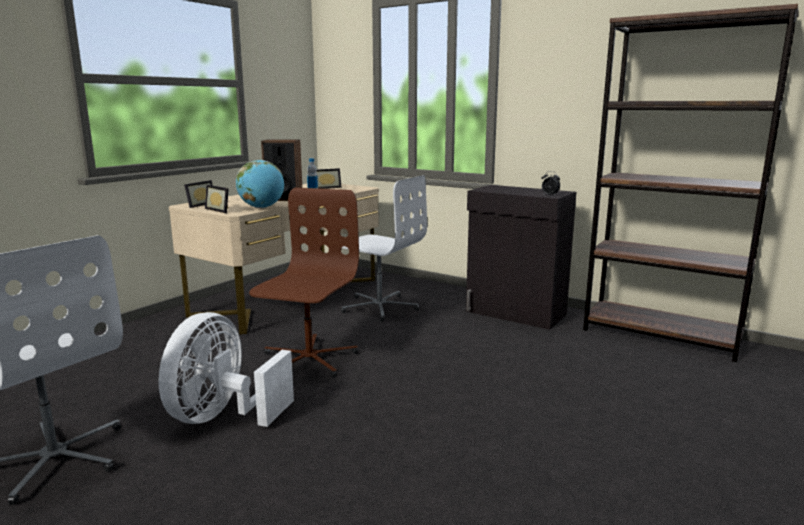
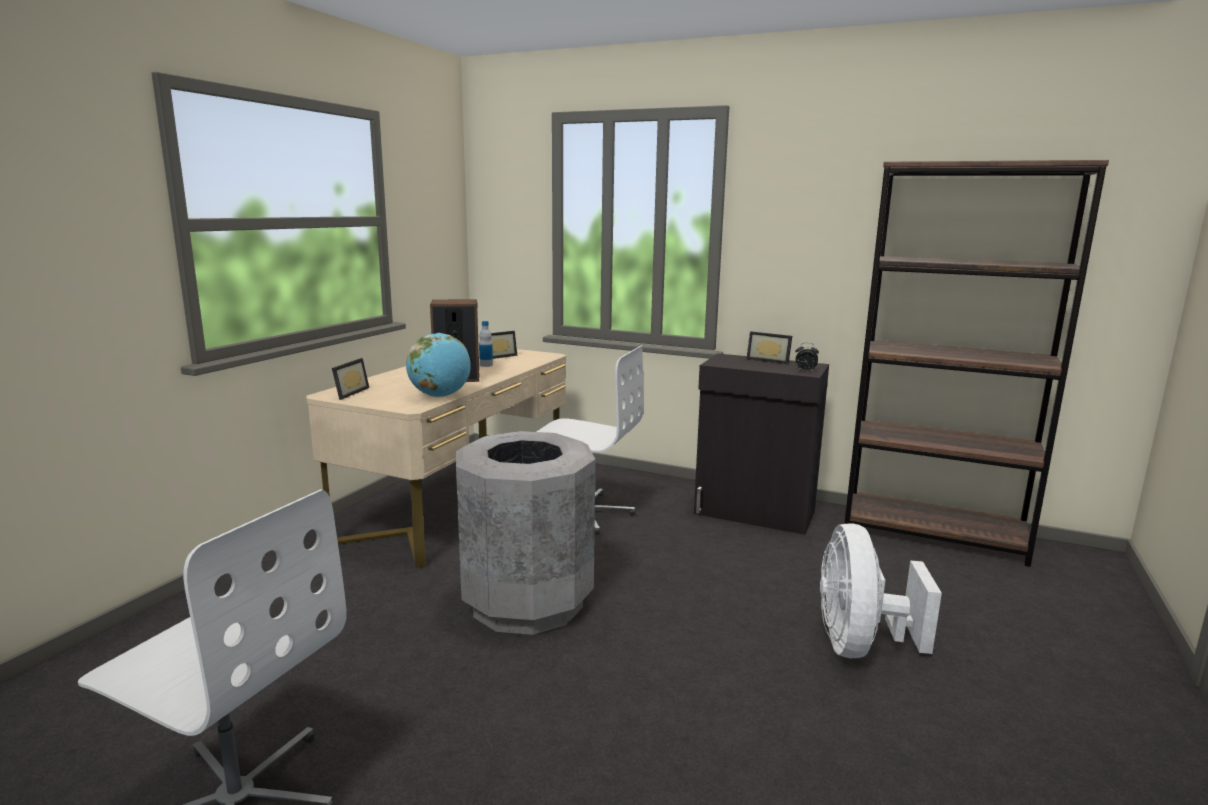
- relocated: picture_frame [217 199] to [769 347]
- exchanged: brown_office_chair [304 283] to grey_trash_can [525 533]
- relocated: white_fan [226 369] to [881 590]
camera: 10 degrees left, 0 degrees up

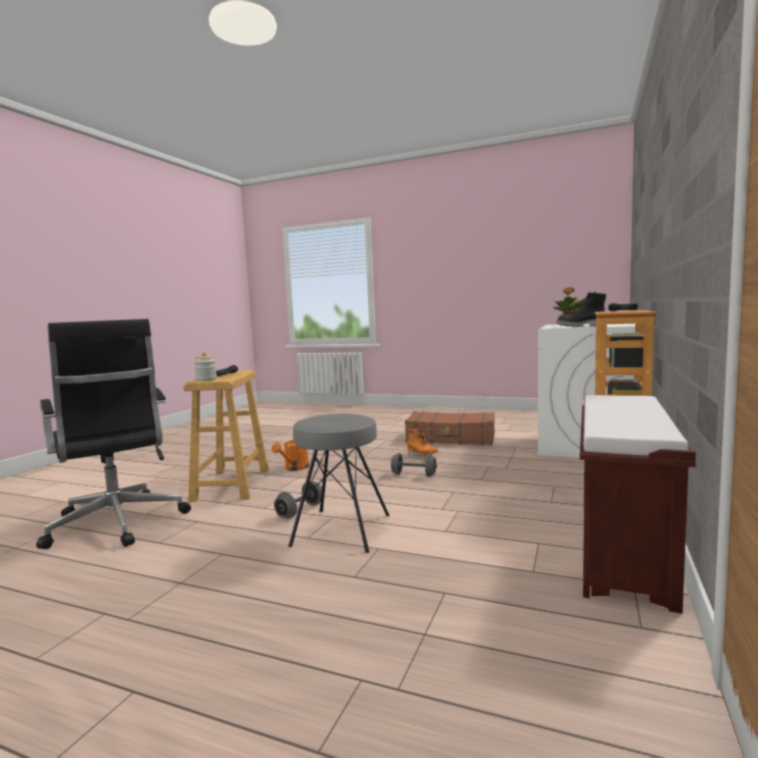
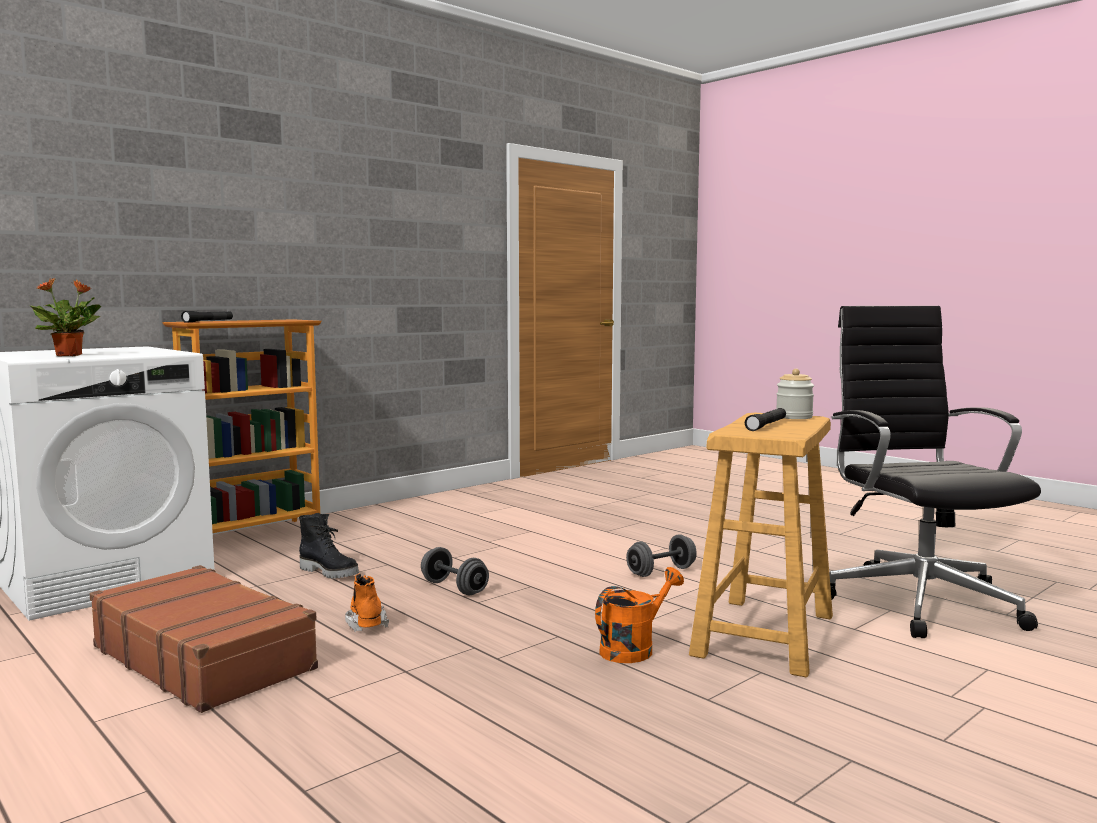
- relocated: black_boot [581 309] to [329 546]
- missing: brown_bench [638 504]
- missing: grey_stool [339 483]
camera: 155 degrees left, 0 degrees up

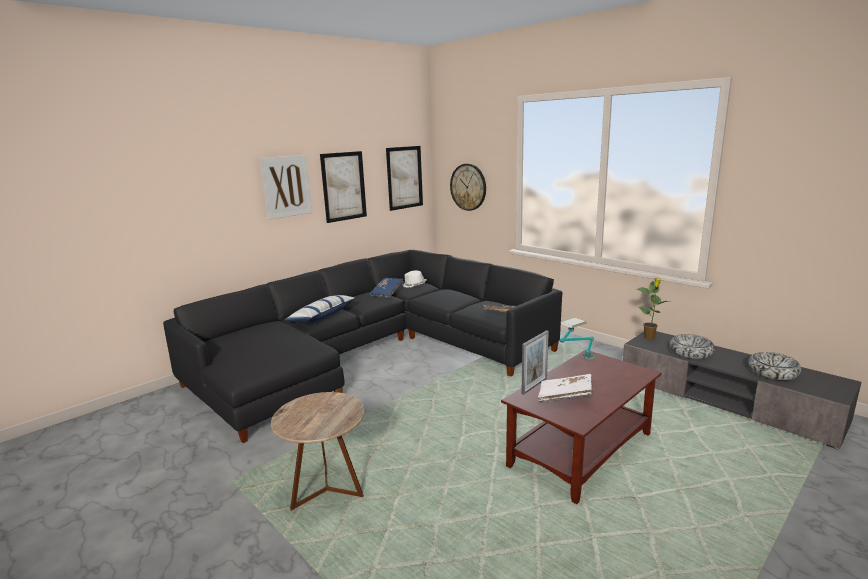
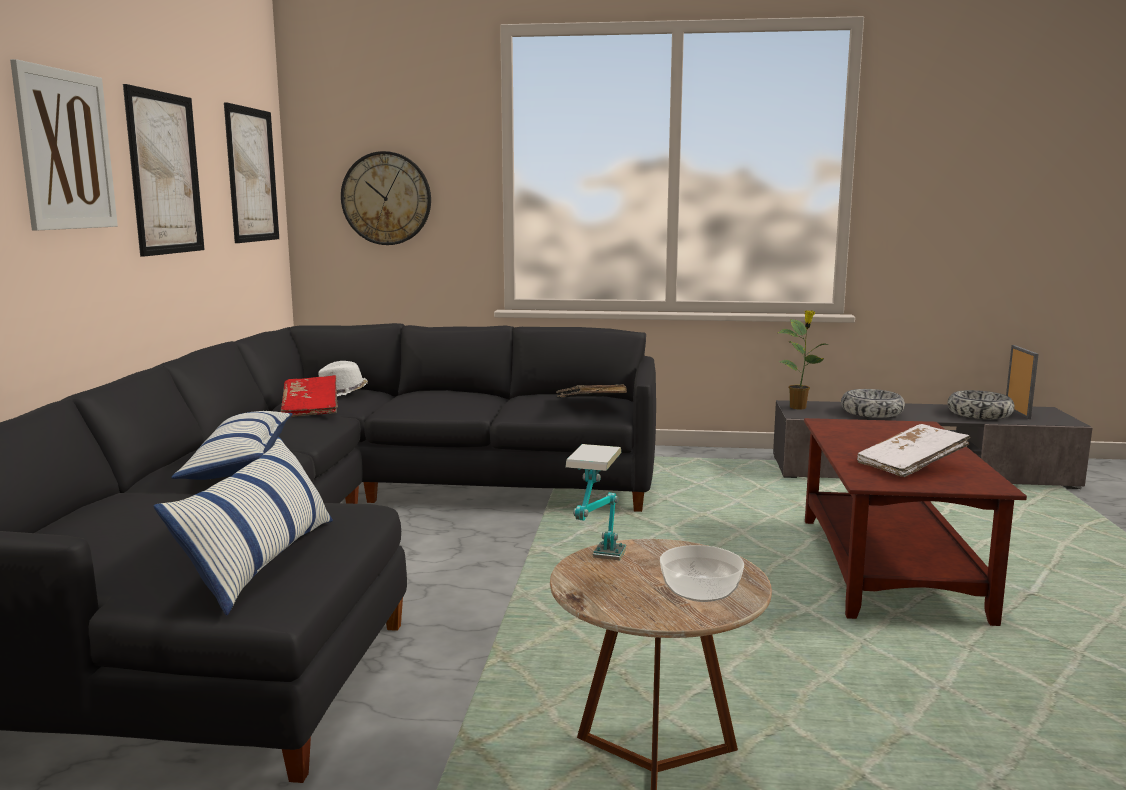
- colour: blue_book [386 288] to red_book [309 396]
- relocated: table_lamp [578 339] to [595 502]
- relocated: picture_frame [535 362] to [1022 382]
- appeared: pillow [243 526]
- appeared: bowl [702 573]
camera: 40 degrees left, 5 degrees down

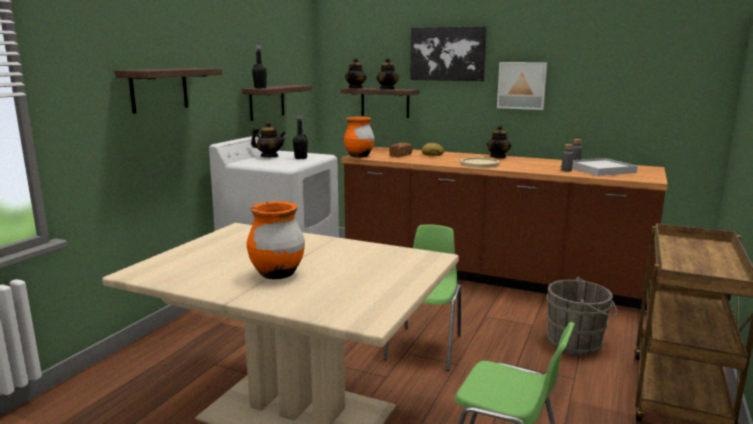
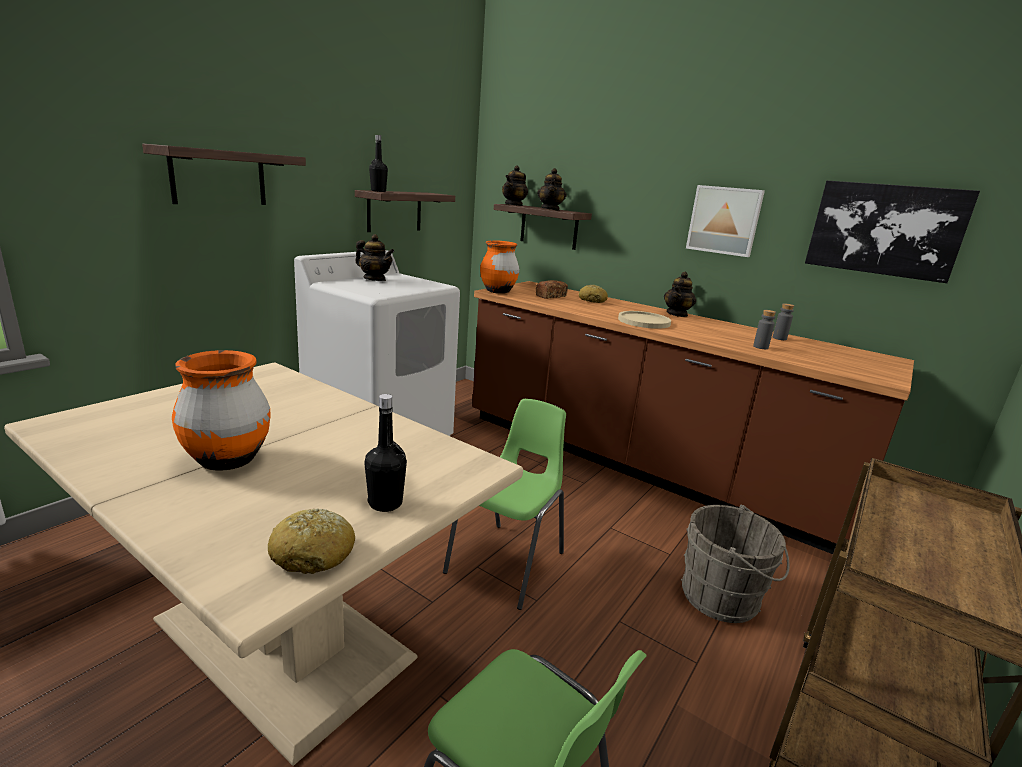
- relocated: picture [448 53] to [892 231]
- relocated: black_bottle [300 137] to [385 453]
- missing: white_tray [605 167]
- appeared: bread [311 541]
camera: 10 degrees right, 5 degrees up

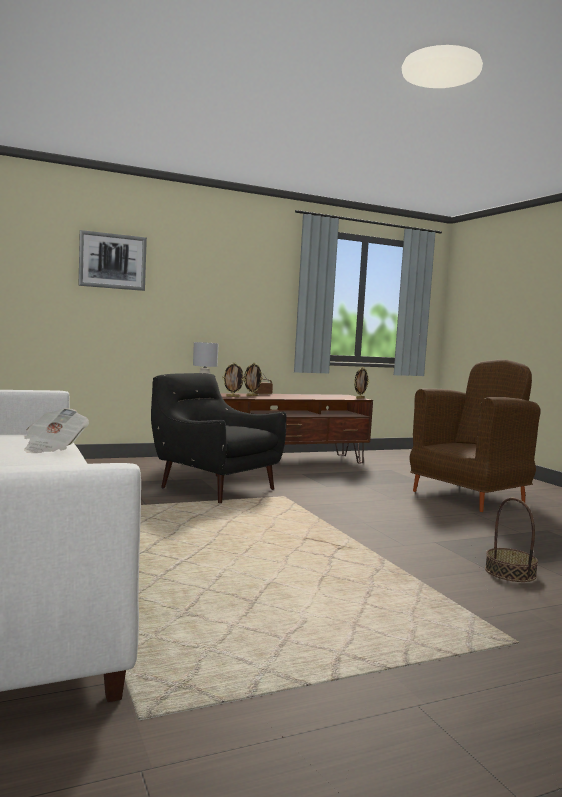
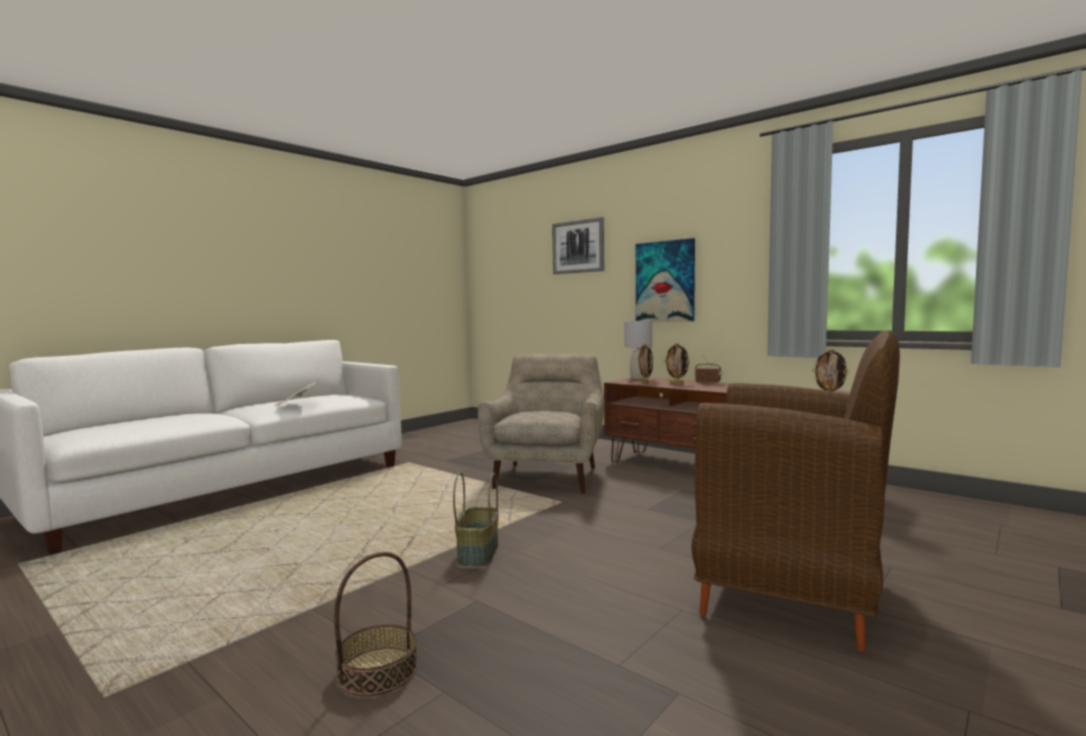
- colour: black_armchair [219 438] to beige_armchair [541 424]
- appeared: picture [665 279]
- appeared: basket [476 519]
camera: 65 degrees right, 0 degrees up

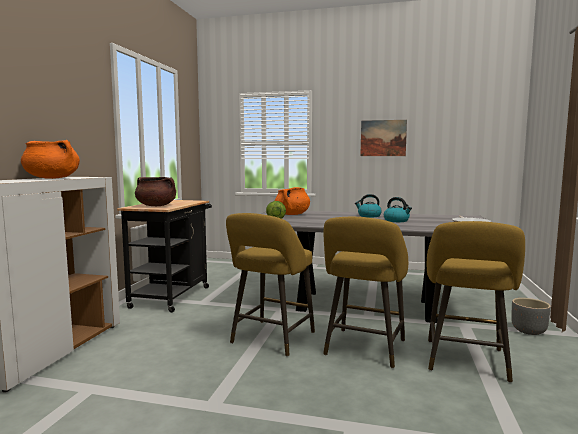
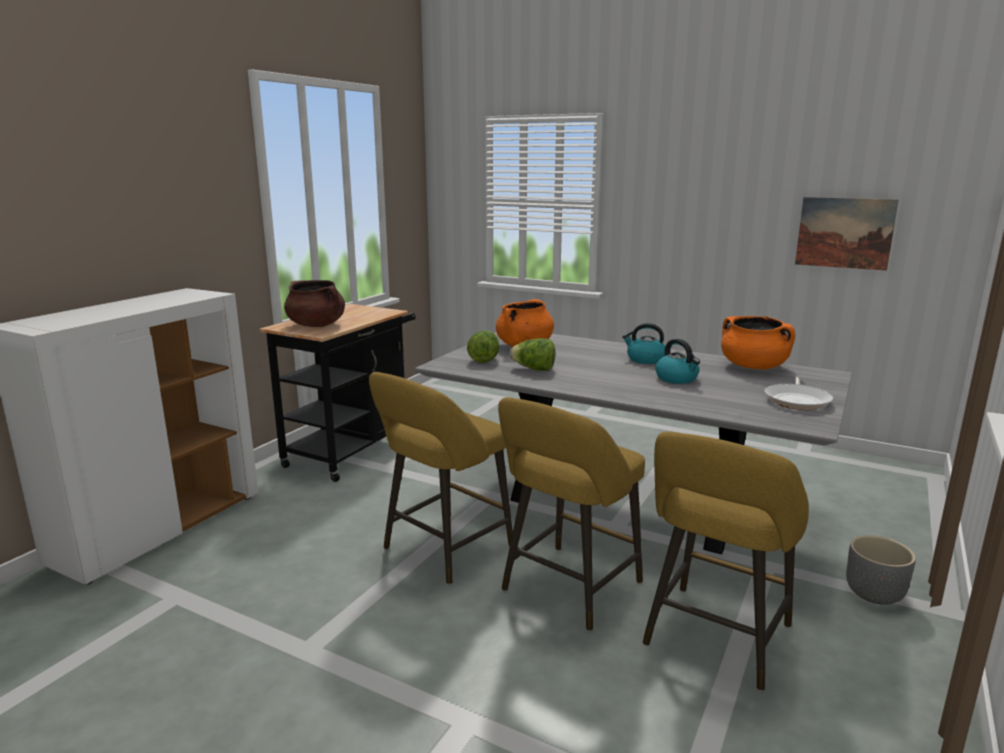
- relocated: picture [383 138] to [847 234]
- relocated: orange_cooking_pot [50 159] to [758 342]
- appeared: lettuce [533 354]
camera: 15 degrees right, 10 degrees up

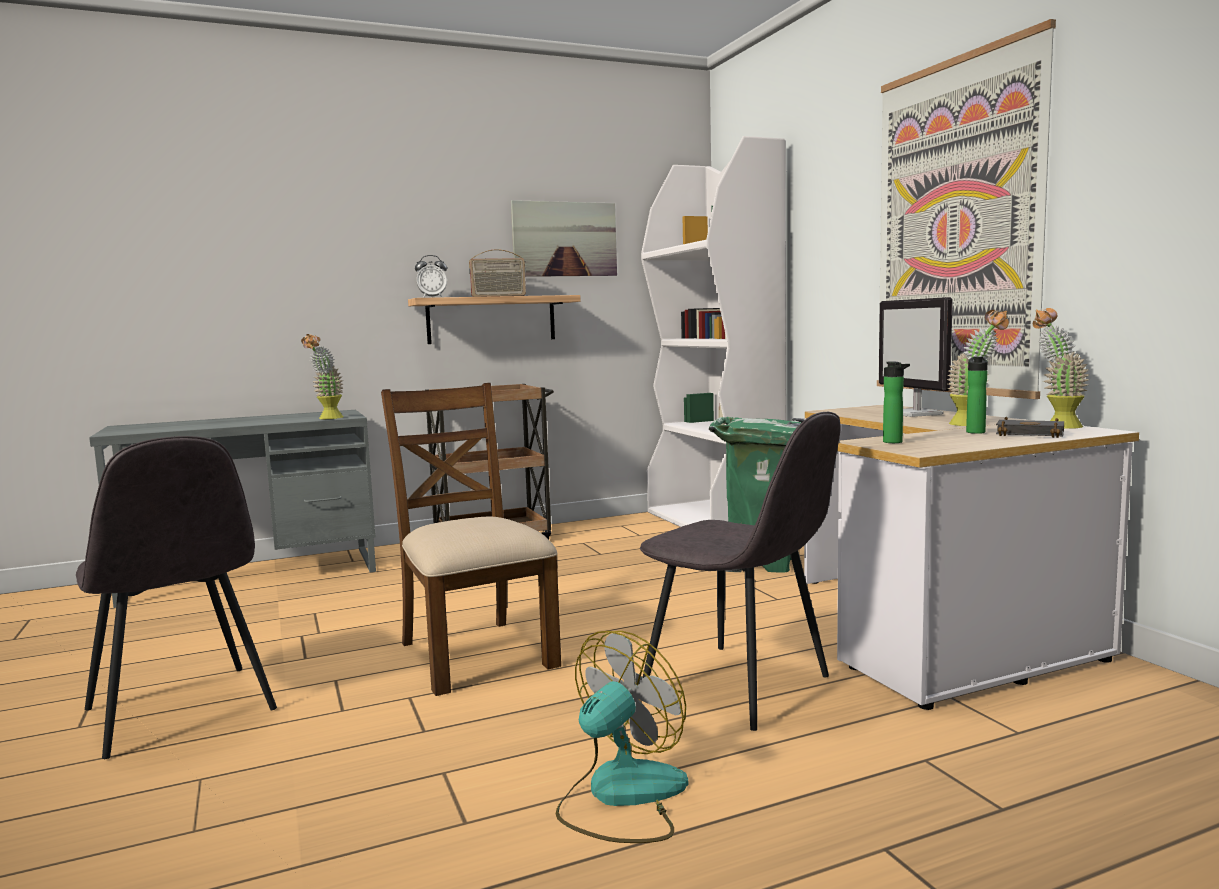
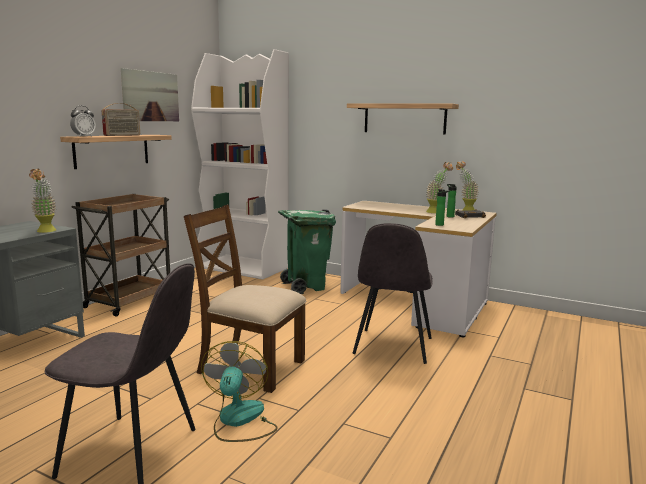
- exchanged: picture [966 209] to shelf [403 118]
- missing: monitor [916 357]
- spun: grey_chair [740 571] = [393 293] 105 degrees clockwise
- relocated: fan [622 737] to [239 391]
camera: 40 degrees left, 5 degrees up

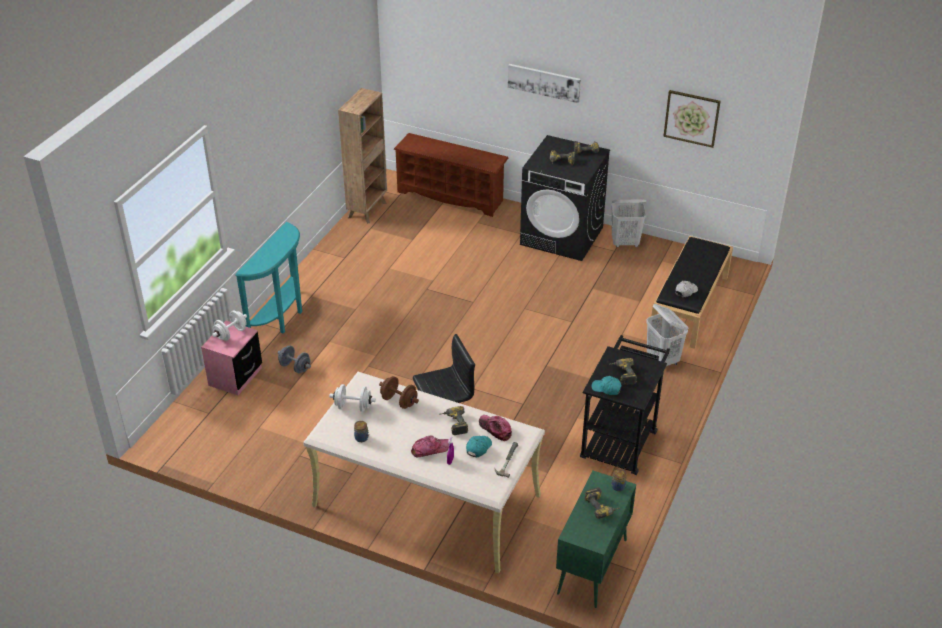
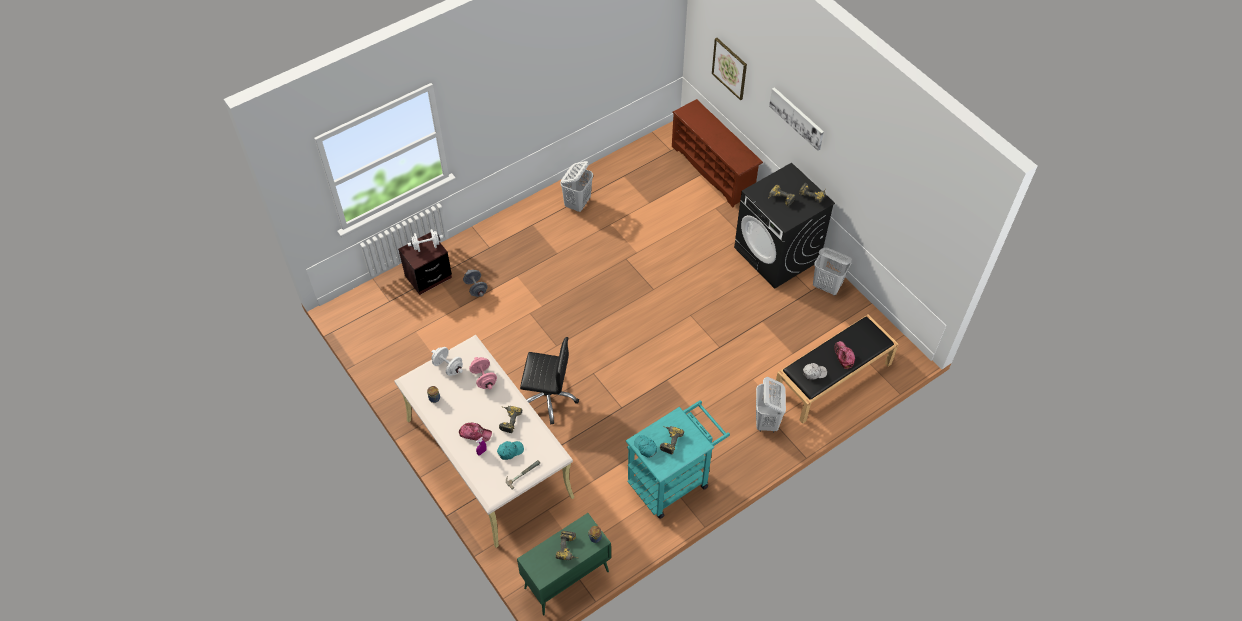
- missing: brown_bookcase [362 156]
- relocated: picture [692 119] to [729 69]
- missing: turquoise_console_table [268 278]
- colour: pink_nightstand [231 358] to brown_nightstand [425 263]
- colour: black_cart [625 405] to turquoise_cart [678 459]
- colour: brown_dumbbell [399 392] to pink_dumbbell [483 373]
- relocated: cap [495 428] to [844 355]
- appeared: white_laundry_basket [576 186]
camera: 30 degrees right, 15 degrees up

